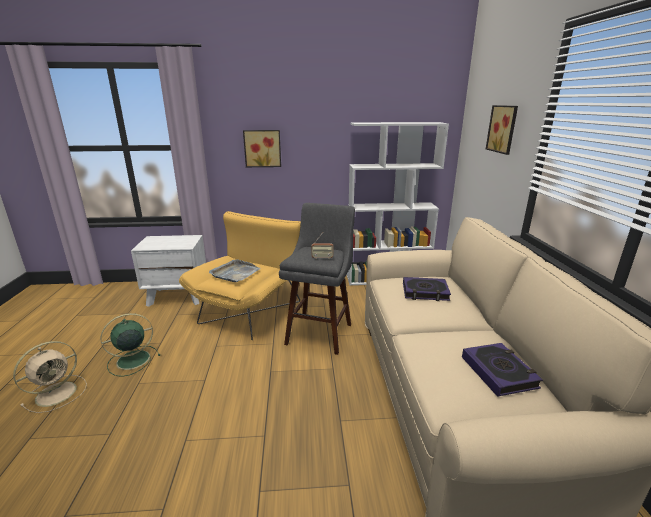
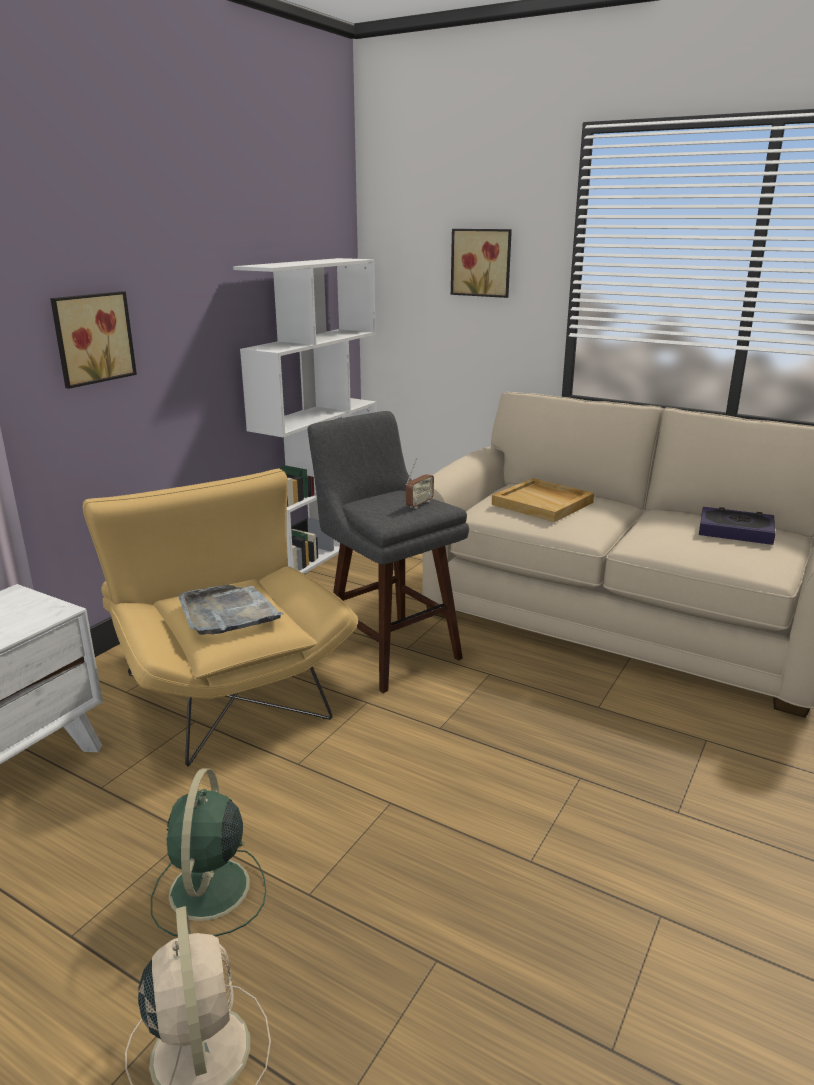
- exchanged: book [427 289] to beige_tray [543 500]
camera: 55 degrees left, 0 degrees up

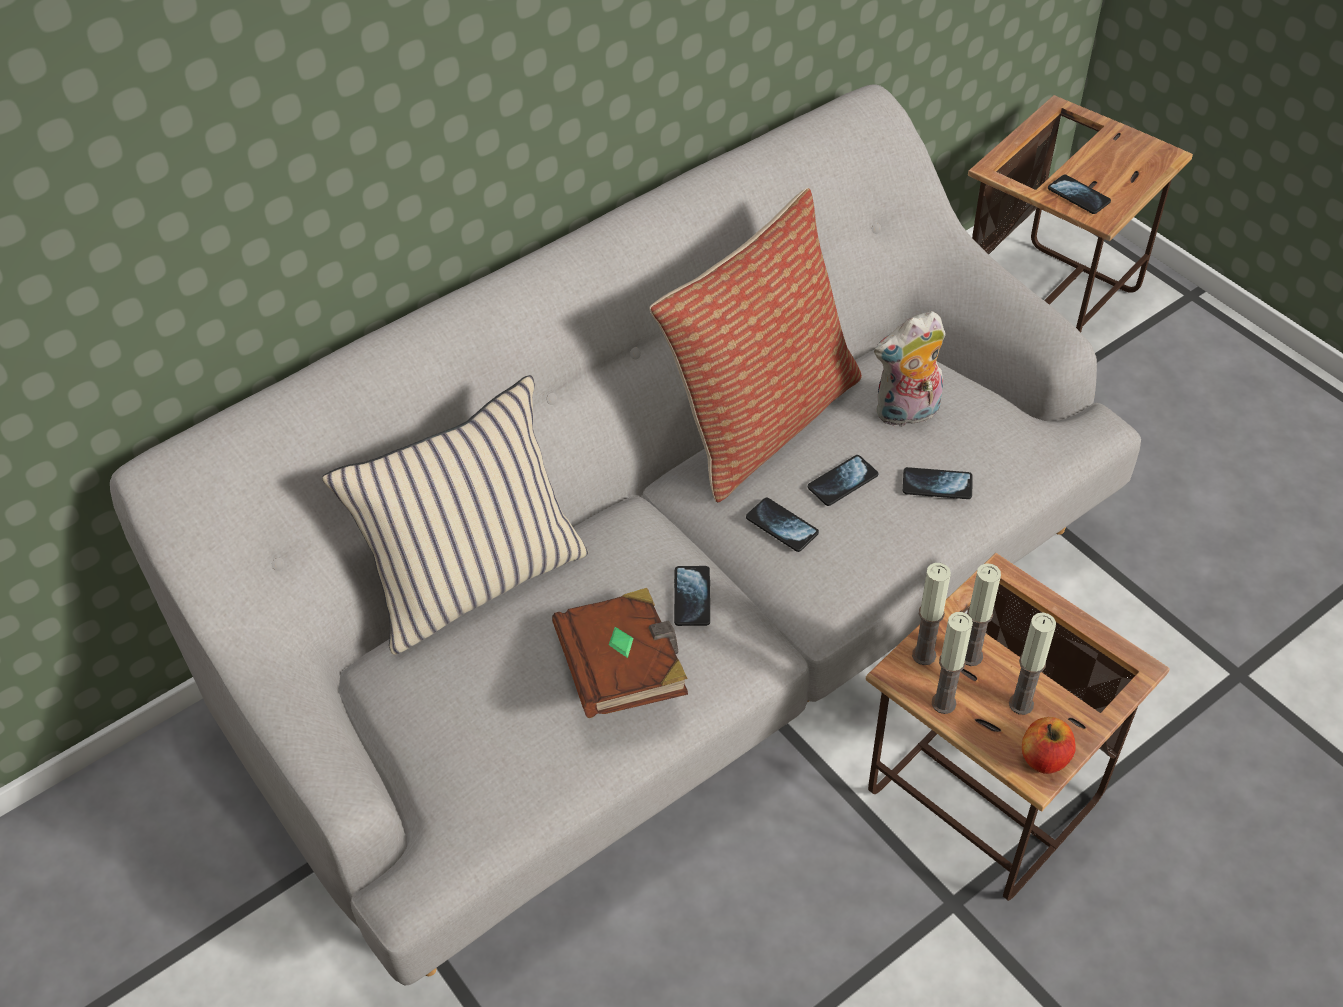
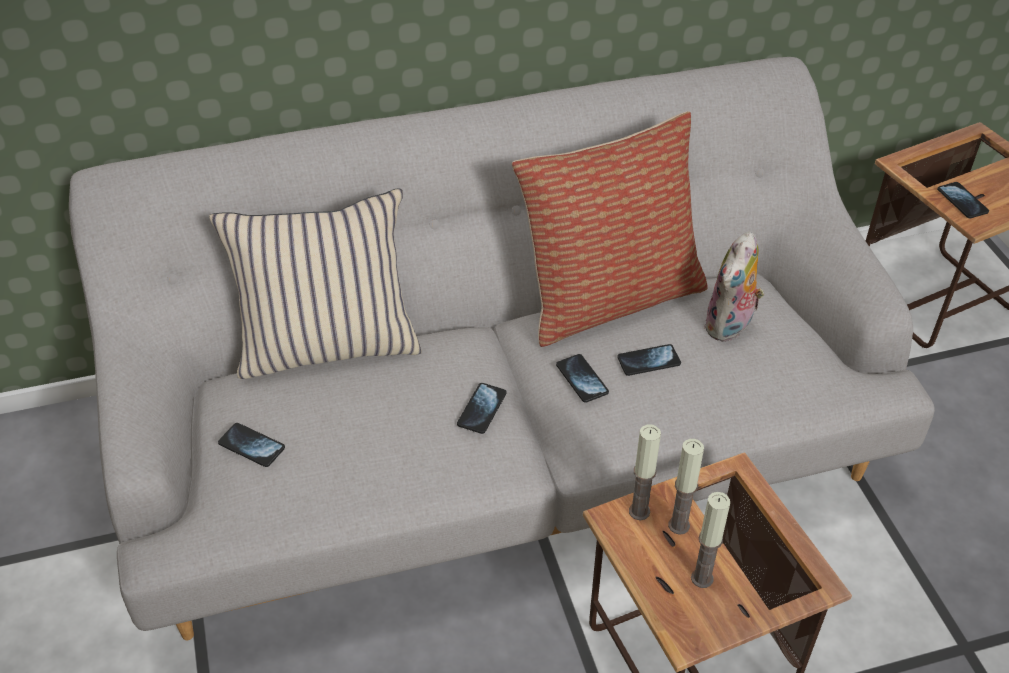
- spun: plush_toy [910 369] = [734 286] 60 degrees counterclockwise
- relocated: phone [937 483] to [251 445]
- missing: brown_book [620 653]
- missing: candle [952 663]
- missing: apple [1049 745]
camera: 20 degrees right, 5 degrees down

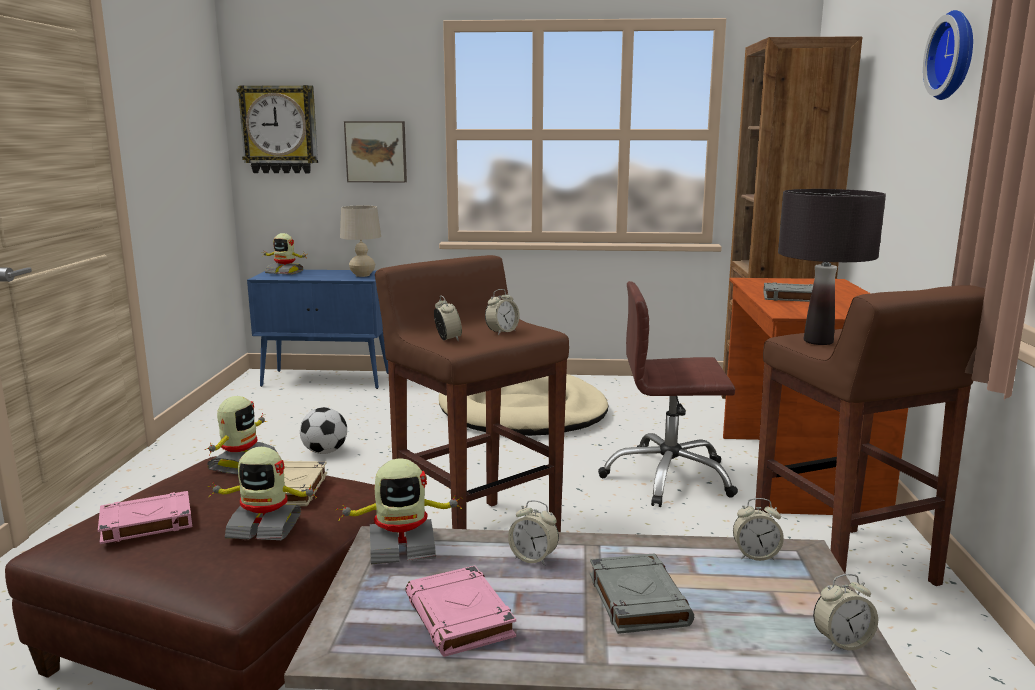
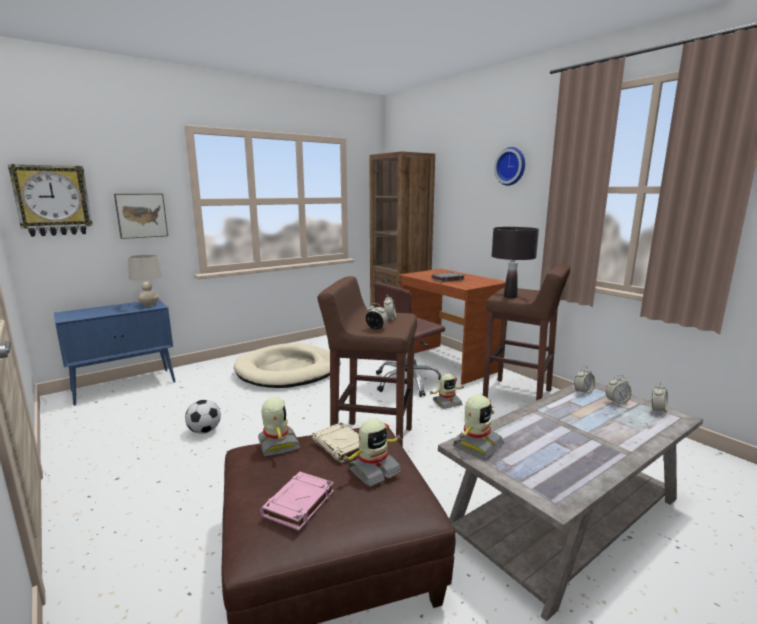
- relocated: toy_robot [284 254] to [447 391]
- relocated: alarm_clock [533 533] to [619 390]
- missing: grey_book [642 594]
- missing: pink_book [461 611]
camera: 40 degrees left, 0 degrees up

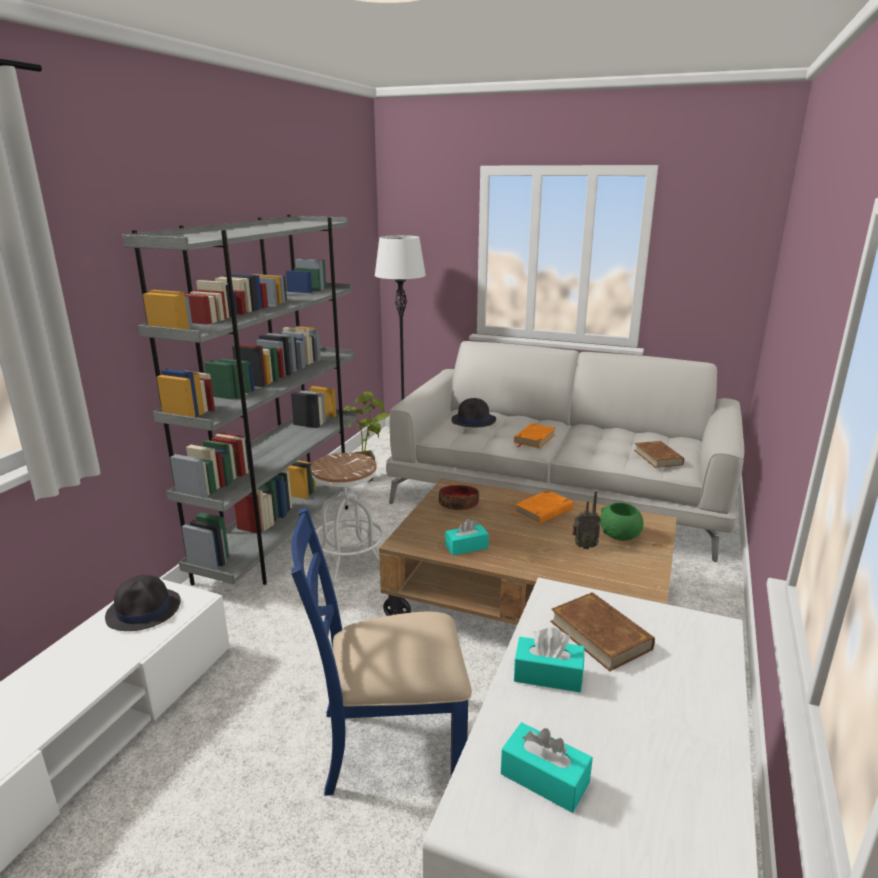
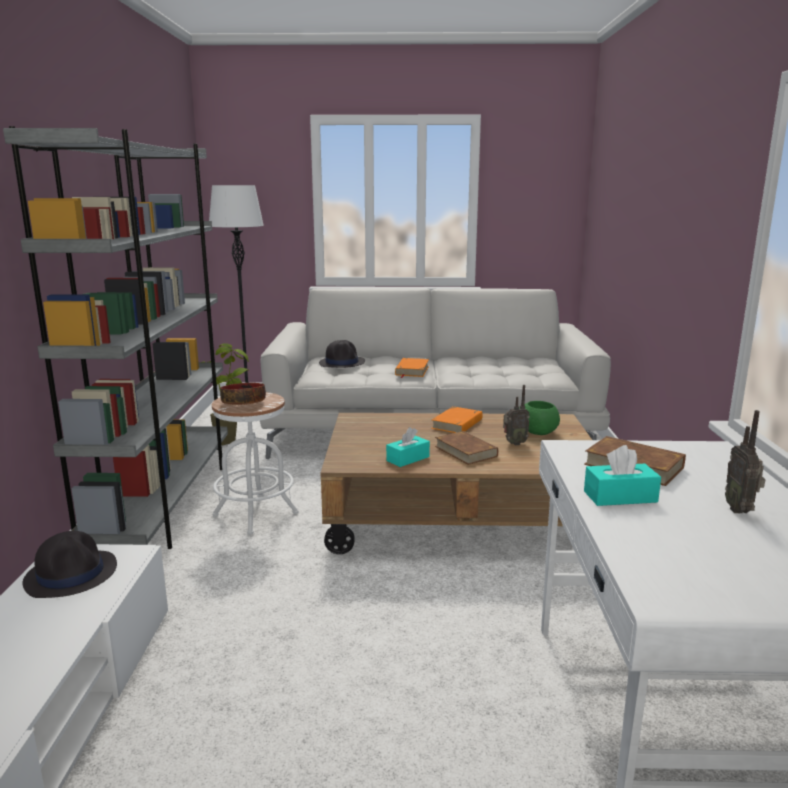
- relocated: brown_book [659 454] to [466 448]
- relocated: bowl [459 497] to [243 394]
- missing: blue_chair [381 651]
- missing: turquoise_tissue_box [547 767]
- appeared: radio [745 461]
camera: 20 degrees left, 5 degrees down

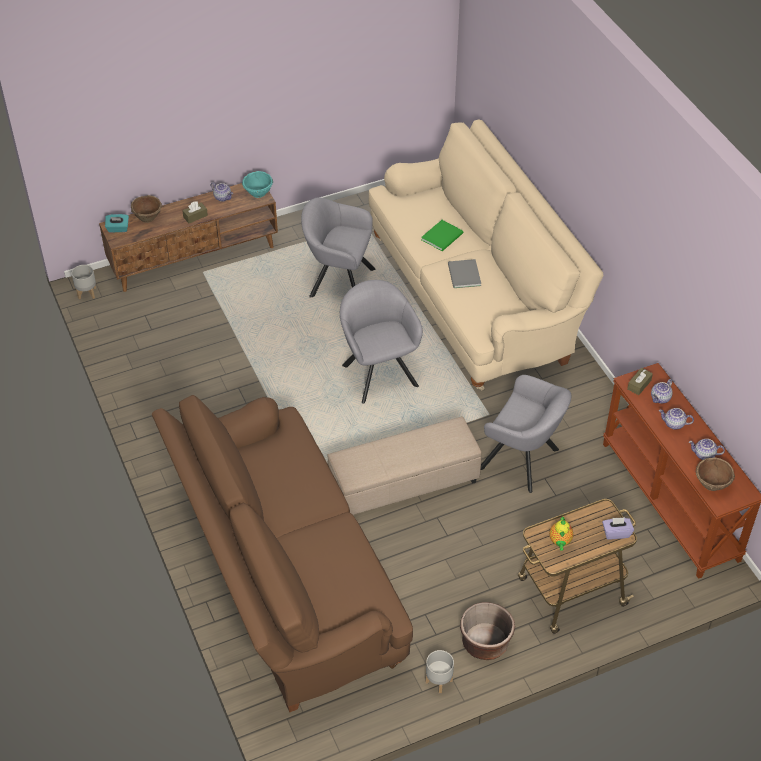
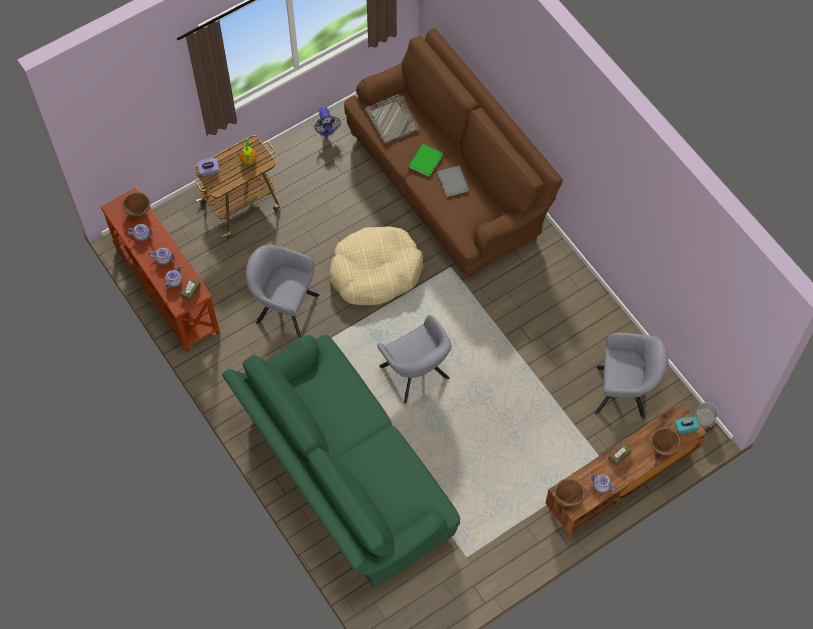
- colour: beige_sofa [486 254] to green_sofa [341 461]
- colour: turquoise_bowl [257 184] to brown_bowl [570 492]
- relocated: grey_armchair [338 248] to [631 375]
- relocated: green_book [442 235] to [425 160]
- relocated: grey_book [464 273] to [453 181]
- exchanged: beige_ottoman [404 466] to beige_dog_bed [376 265]
- missing: brown_planter [487 631]
- exchanged: grey_planter [439 671] to fan [327 121]
- appeared: grey_tray [392 119]
camera: 170 degrees right, 15 degrees up

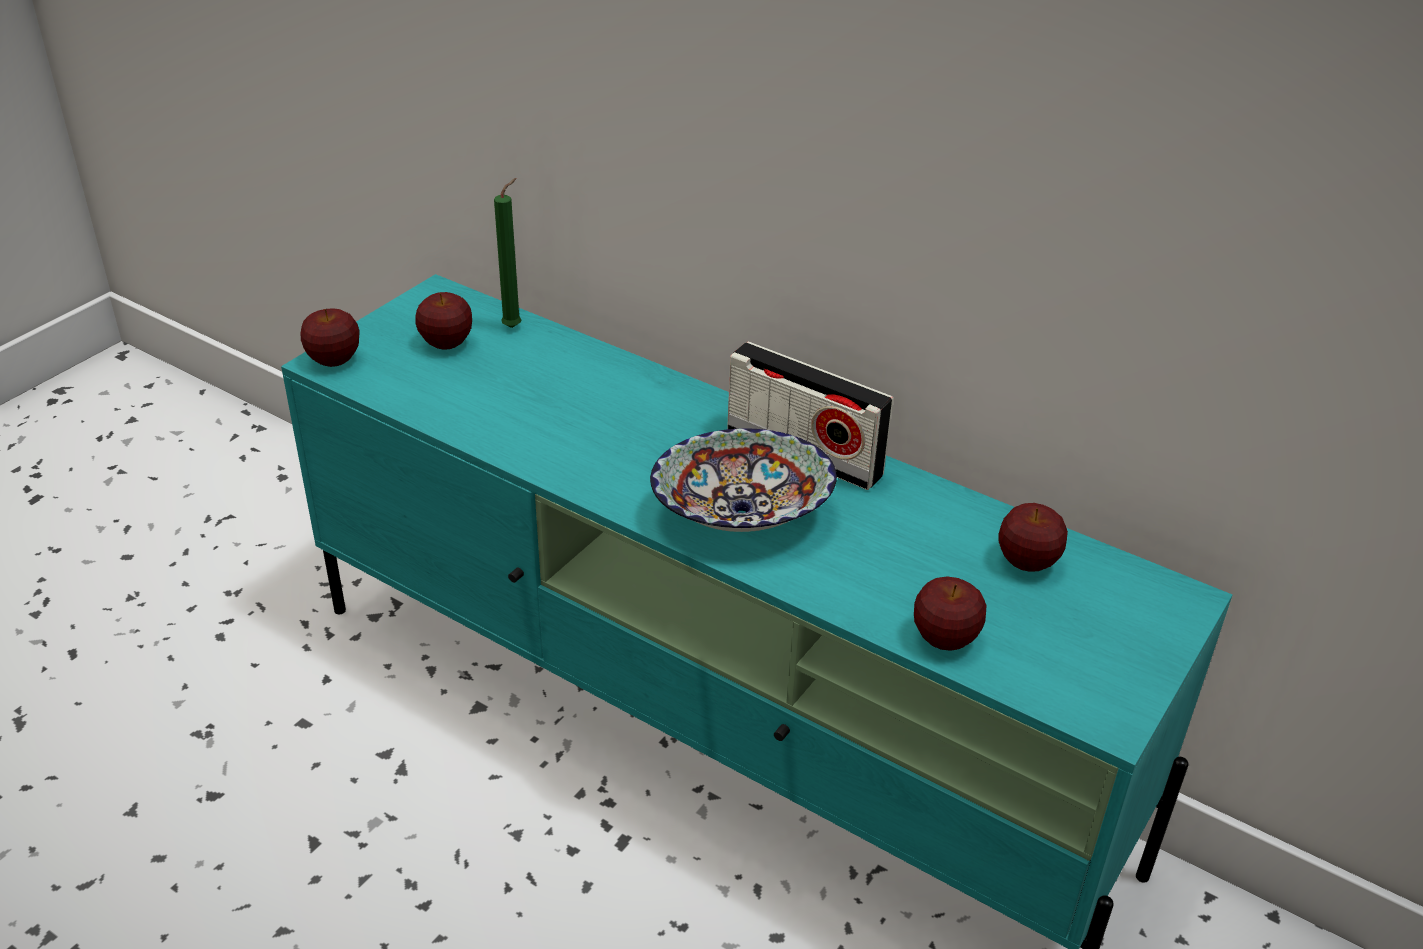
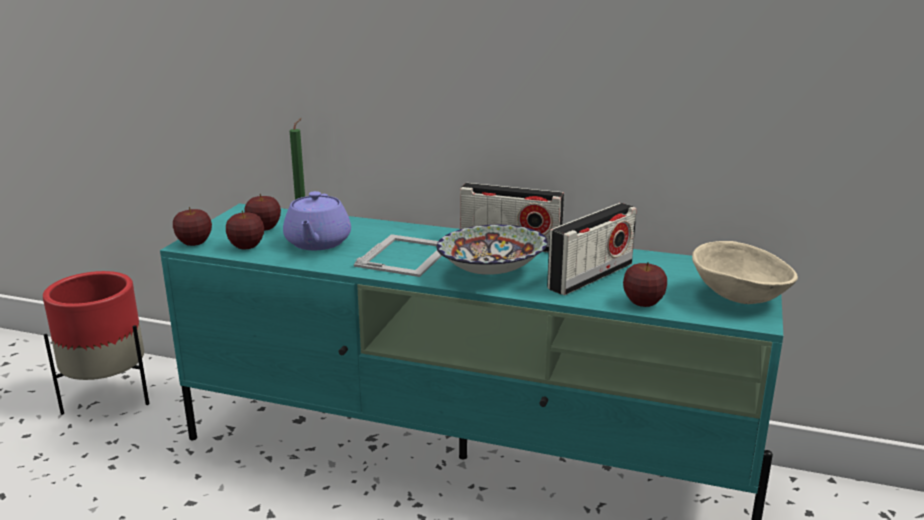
- relocated: apple [1033 537] to [245 229]
- appeared: purple_teapot [317 220]
- appeared: radio [592 249]
- appeared: picture_frame [398 255]
- appeared: beige_bowl [745 272]
- appeared: red_planter [96 343]
camera: 15 degrees left, 15 degrees down

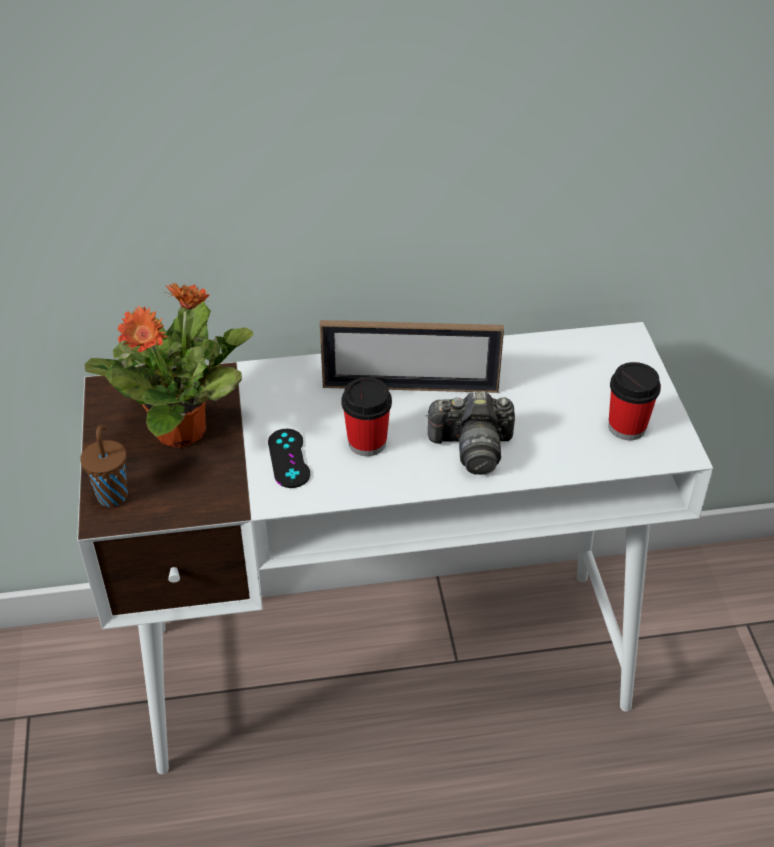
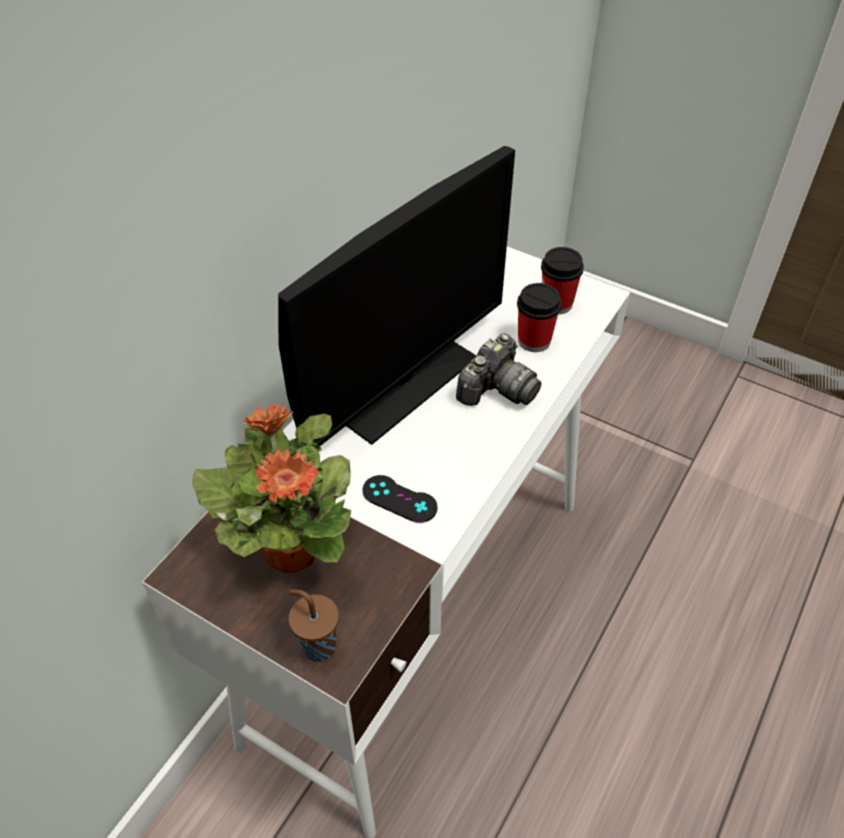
- exchanged: picture_frame [412 356] to monitor [396 296]
- relocated: cup [366 416] to [539 317]
camera: 50 degrees left, 5 degrees up

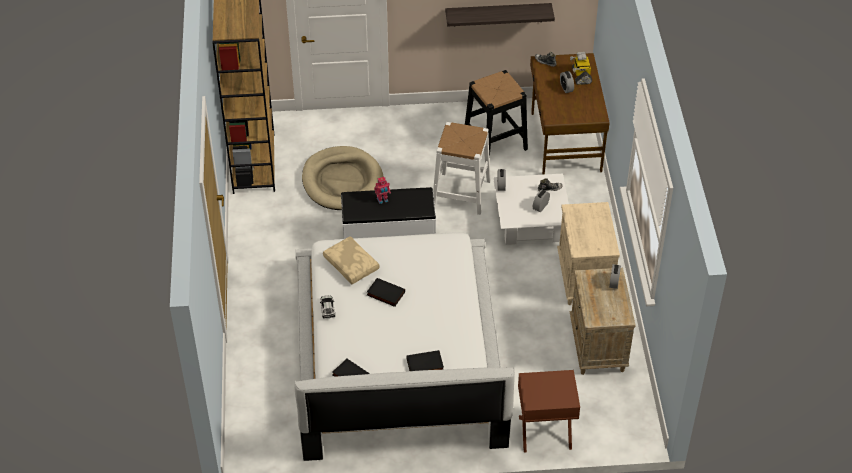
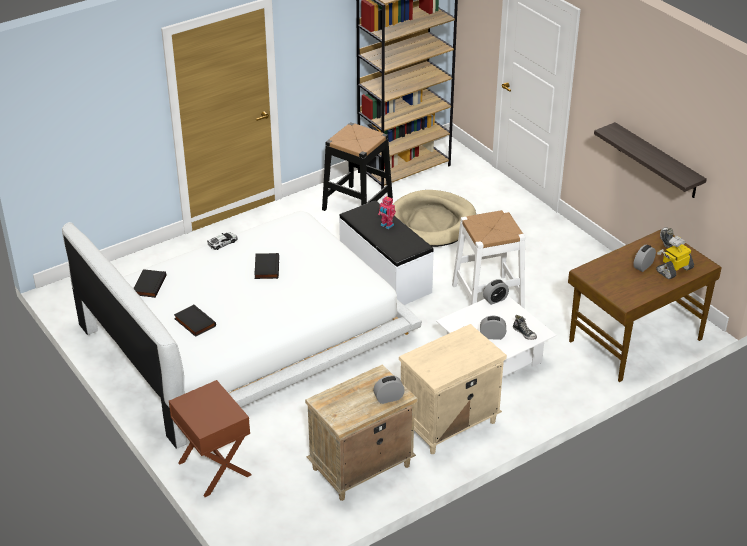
- relocated: black_stool [496 114] to [357 166]
- missing: beige_pillow [351 260]
camera: 60 degrees right, 10 degrees down

